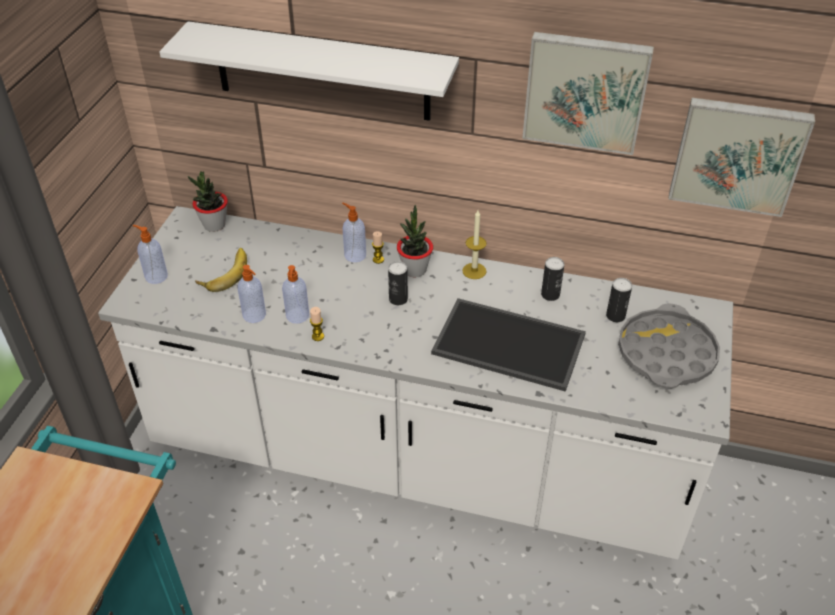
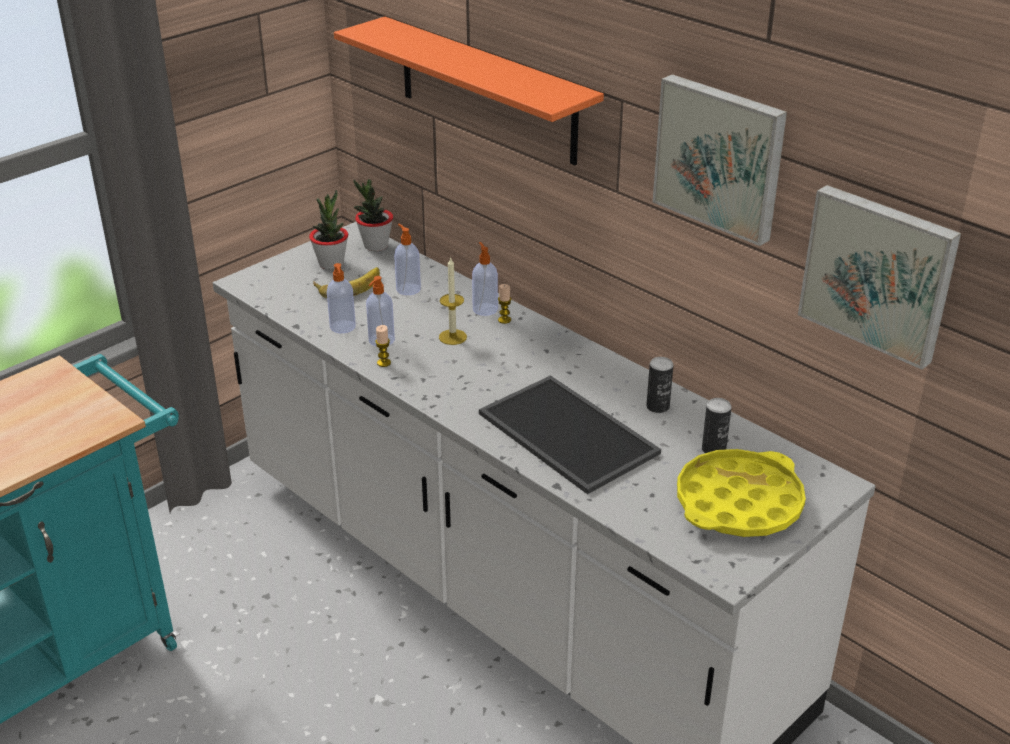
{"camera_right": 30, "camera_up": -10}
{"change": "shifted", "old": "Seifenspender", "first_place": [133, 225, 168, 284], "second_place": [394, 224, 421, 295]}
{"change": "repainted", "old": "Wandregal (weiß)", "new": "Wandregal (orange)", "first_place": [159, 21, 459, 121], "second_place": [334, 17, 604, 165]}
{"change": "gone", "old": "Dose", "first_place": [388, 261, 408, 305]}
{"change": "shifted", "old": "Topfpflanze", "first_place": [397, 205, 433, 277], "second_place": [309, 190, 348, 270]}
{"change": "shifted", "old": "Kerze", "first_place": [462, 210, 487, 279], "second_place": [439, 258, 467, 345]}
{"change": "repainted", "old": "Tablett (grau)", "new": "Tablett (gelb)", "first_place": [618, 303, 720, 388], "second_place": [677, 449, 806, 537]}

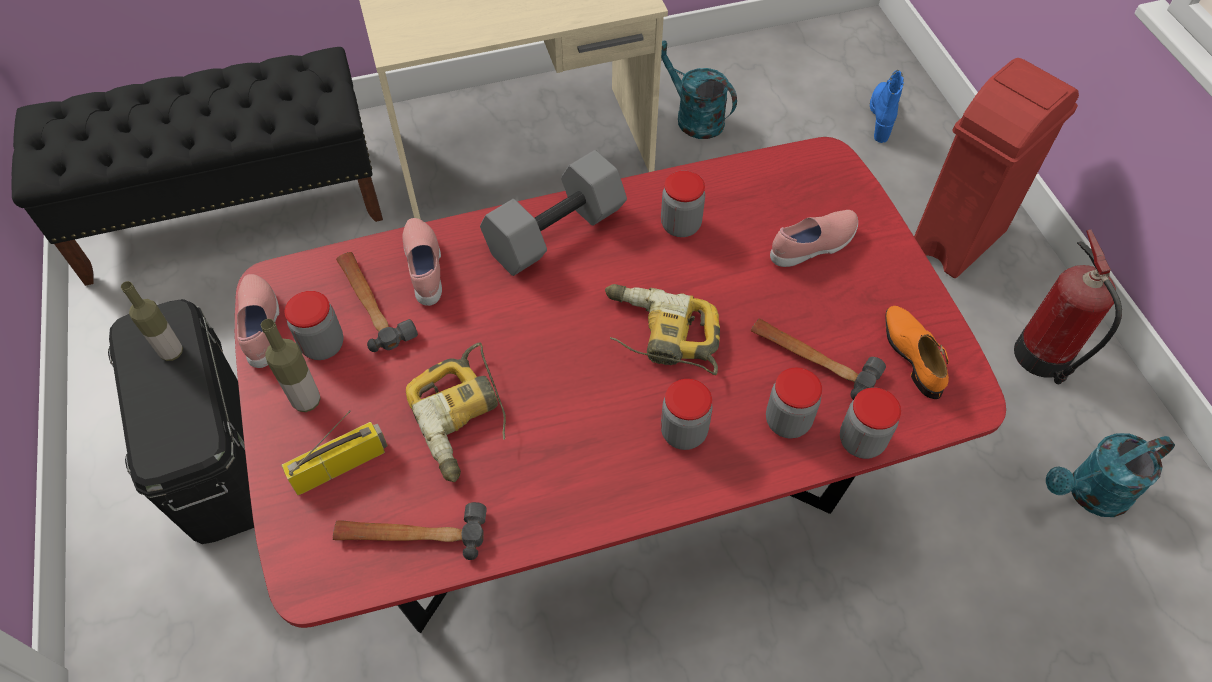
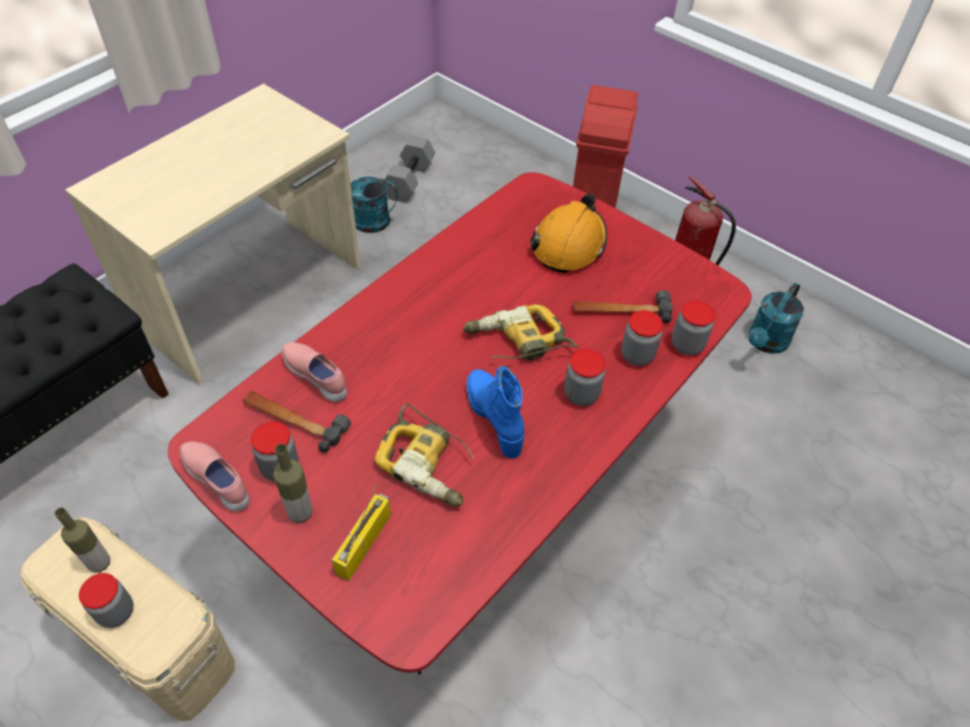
{"camera_right": -35, "camera_up": -5}
{"change": "repainted", "old": "Aufbewahrungsbox (schwarz)", "new": "Aufbewahrungsbox (beige)", "first_place": [108, 299, 254, 544], "second_place": [20, 517, 235, 722]}
{"change": "gone", "old": "Hammer", "first_place": [333, 502, 487, 560]}
{"change": "shifted", "old": "Hantel (grau)", "first_place": [480, 150, 627, 276], "second_place": [385, 135, 435, 203]}
{"change": "shifted", "old": "Vorratsglas", "first_place": [661, 171, 705, 237], "second_place": [79, 573, 133, 628]}
{"change": "swapped", "old": "Schuh (rosa)", "new": "Schutzhelm (orange)", "first_place": [770, 210, 858, 267], "second_place": [530, 193, 607, 273]}
{"change": "shifted", "old": "Stiefel (blau)", "first_place": [870, 70, 904, 143], "second_place": [467, 366, 524, 458]}
{"change": "gone", "old": "Schuh (orange)", "first_place": [885, 306, 949, 399]}

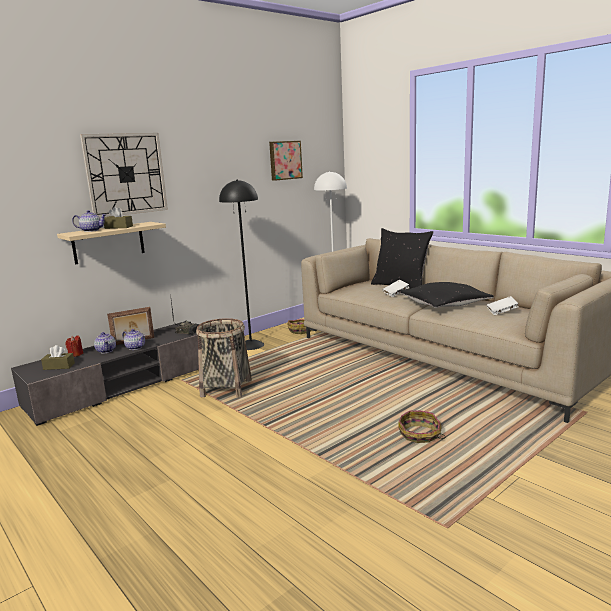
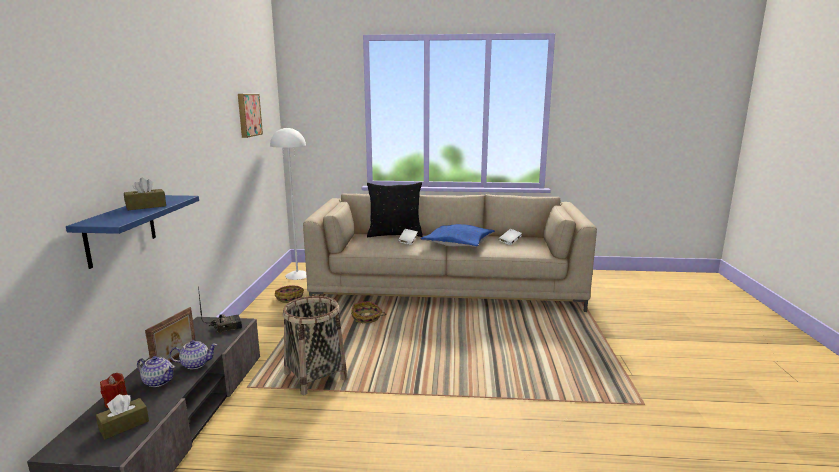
{"camera_right": -45, "camera_up": 0}
{"change": "repainted", "old": "Wandregal (beige)", "new": "Wandregal (blau)", "first_place": [57, 222, 166, 264], "second_place": [66, 195, 199, 269]}
{"change": "gone", "old": "Teekanne", "first_place": [72, 210, 107, 232]}
{"change": "gone", "old": "Wanduhr", "first_place": [80, 133, 168, 218]}
{"change": "gone", "old": "Stehlampe (schwarz)", "first_place": [219, 179, 264, 350]}
{"change": "repainted", "old": "Kissen (schwarz)", "new": "Kissen (blau)", "first_place": [397, 282, 494, 308], "second_place": [421, 224, 495, 247]}
{"change": "shifted", "old": "Korb", "first_place": [398, 411, 446, 443], "second_place": [351, 301, 386, 323]}

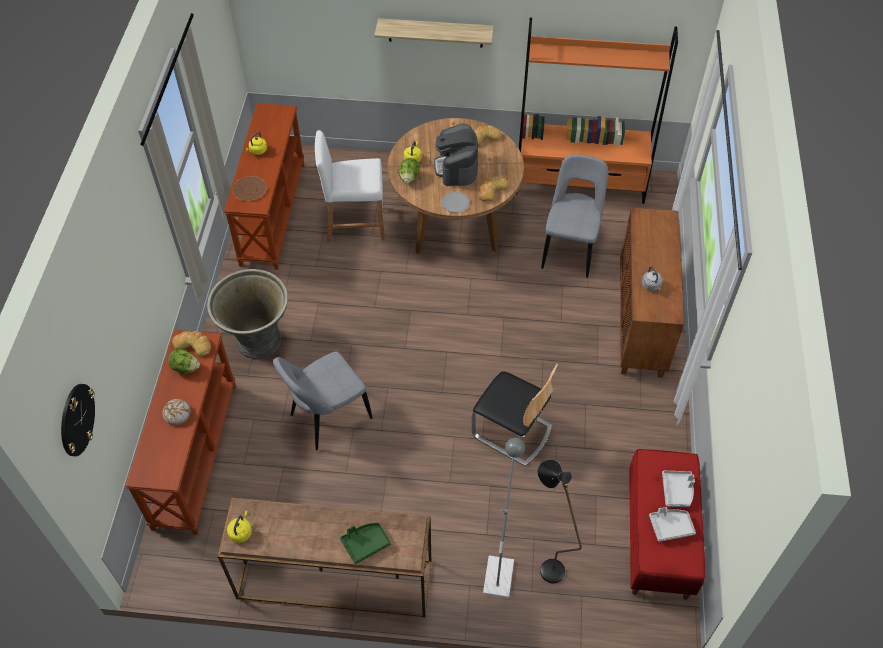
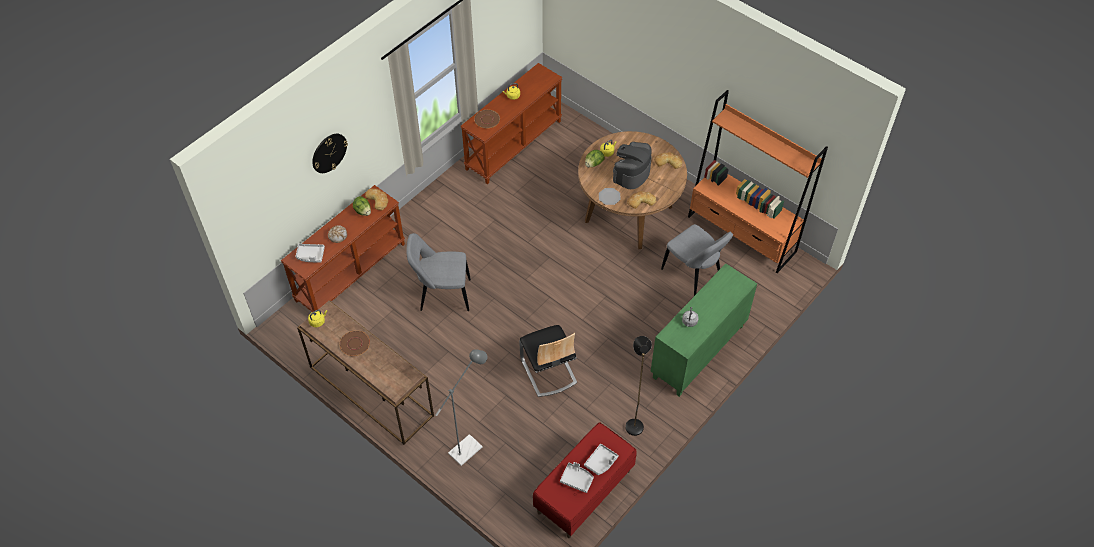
{"camera_right": 35, "camera_up": 0}
{"change": "shifted", "old": "Wanduhr", "first_place": [61, 384, 95, 456], "second_place": [312, 134, 348, 173]}
{"change": "gone", "old": "Pflanzkübel (grau)", "first_place": [207, 269, 288, 359]}
{"change": "gone", "old": "Hocker (weiß)", "first_place": [315, 130, 385, 243]}
{"change": "gone", "old": "Tablett (grün)", "first_place": [340, 523, 391, 564]}
{"change": "gone", "old": "Wandregal", "first_place": [374, 18, 494, 48]}
{"change": "shifted", "old": "Stehlampe (schwarz)", "first_place": [538, 459, 582, 584], "second_place": [625, 336, 652, 436]}
{"change": "rotated", "old": "Stuhl (grau)", "first_place": [541, 154, 608, 278], "second_place": [661, 224, 733, 296], "degrees": 90}
{"change": "repainted", "old": "Schrank (braun)", "new": "Schrank (grün)", "first_place": [620, 208, 684, 378], "second_place": [651, 263, 757, 397]}
{"change": "new", "new": "Tablett (grau)", "second_place": [295, 244, 325, 263]}
{"change": "new", "new": "Teller (braun)", "second_place": [340, 330, 370, 356]}

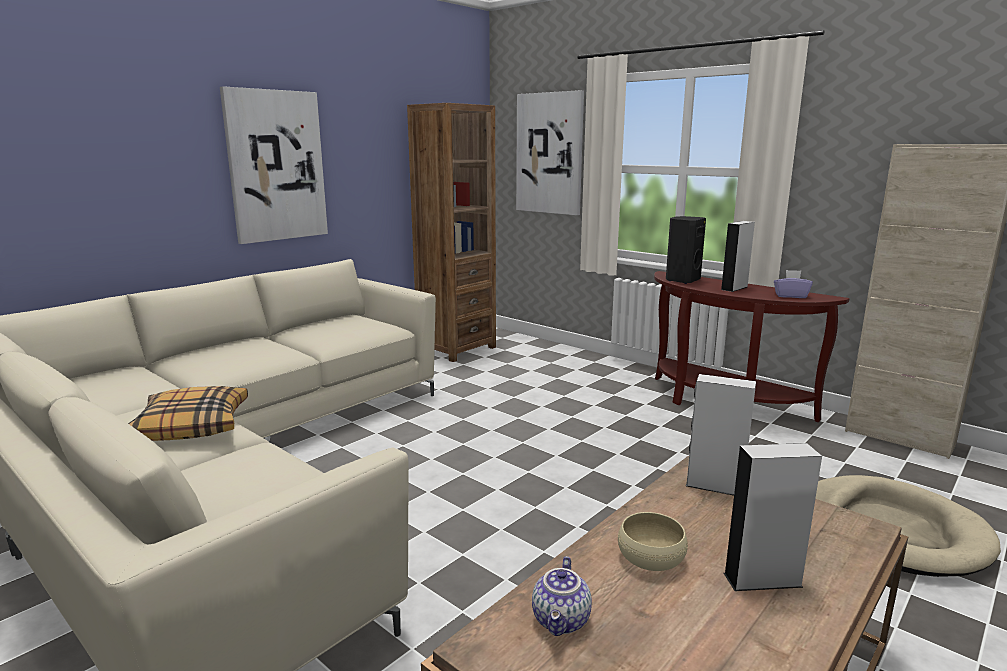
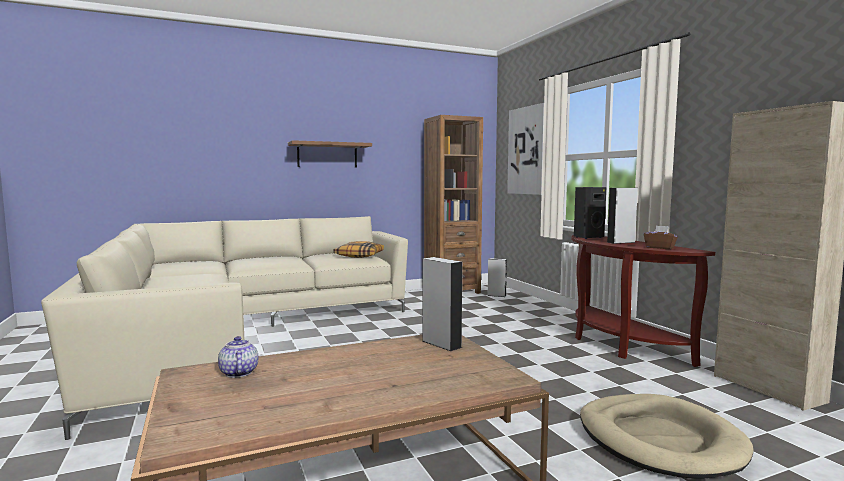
{"camera_right": 25, "camera_up": -10}
{"change": "shifted", "old": "Kissen", "first_place": [128, 386, 248, 441], "second_place": [333, 241, 384, 258]}
{"change": "swapped", "old": "Bild", "new": "Wandregal (braun)", "first_place": [220, 86, 328, 244], "second_place": [288, 140, 372, 168]}
{"change": "rotated", "old": "Teekanne", "first_place": [532, 556, 592, 636], "second_place": [218, 336, 258, 378], "degrees": 120}
{"change": "gone", "old": "Schüssel (beige)", "first_place": [618, 512, 688, 571]}
{"change": "shifted", "old": "Lautsprecher (grau)", "first_place": [724, 443, 822, 591], "second_place": [487, 258, 507, 297]}
{"change": "repainted", "old": "Taschentuchbox (lila)", "new": "Taschentuchbox (braun)", "first_place": [774, 270, 813, 298], "second_place": [644, 226, 678, 249]}

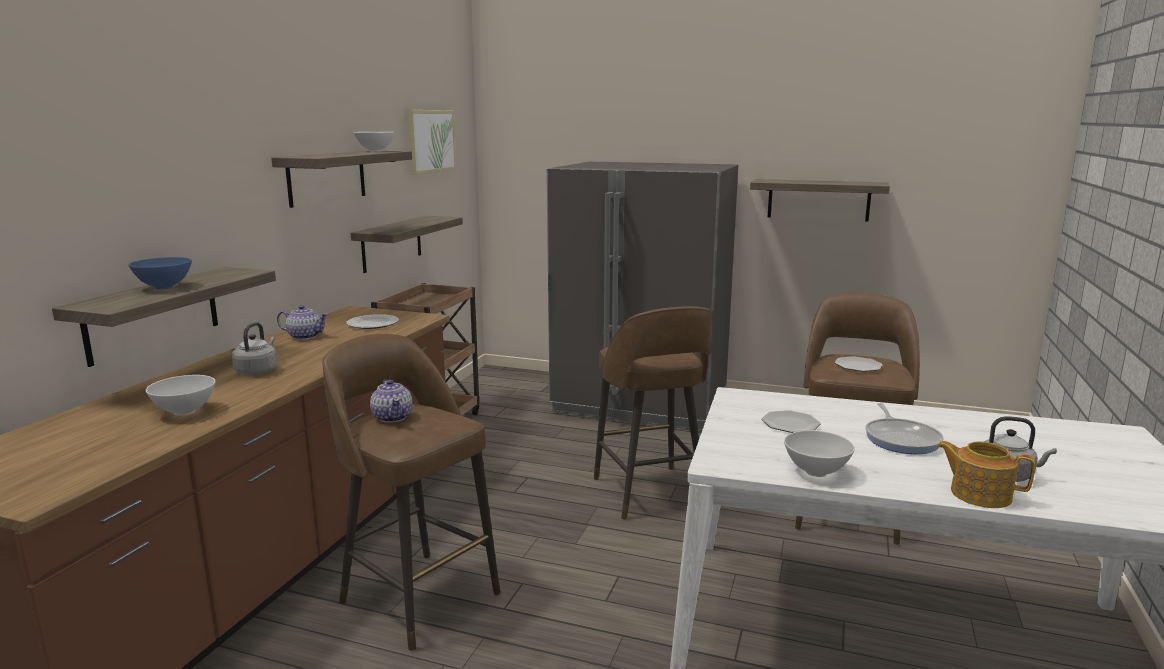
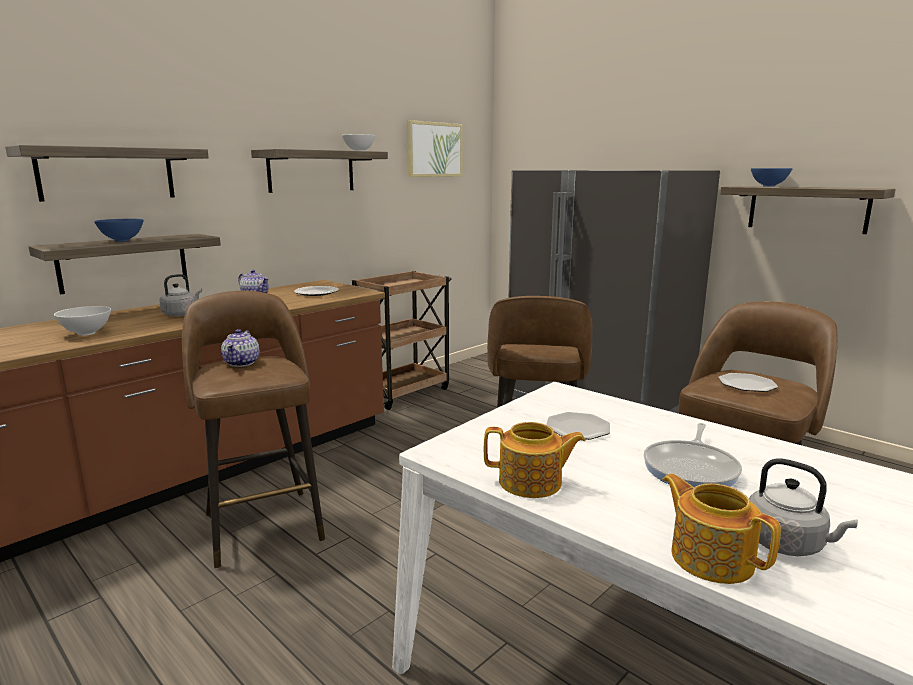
{"camera_right": 25, "camera_up": 0}
{"change": "shifted", "old": "Wandregal", "first_place": [351, 216, 463, 273], "second_place": [5, 145, 209, 202]}
{"change": "swapped", "old": "Schüssel (weiß)", "new": "Teekanne", "first_place": [784, 430, 855, 477], "second_place": [484, 422, 585, 498]}
{"change": "new", "new": "Schüssel (blau)", "second_place": [751, 168, 793, 187]}

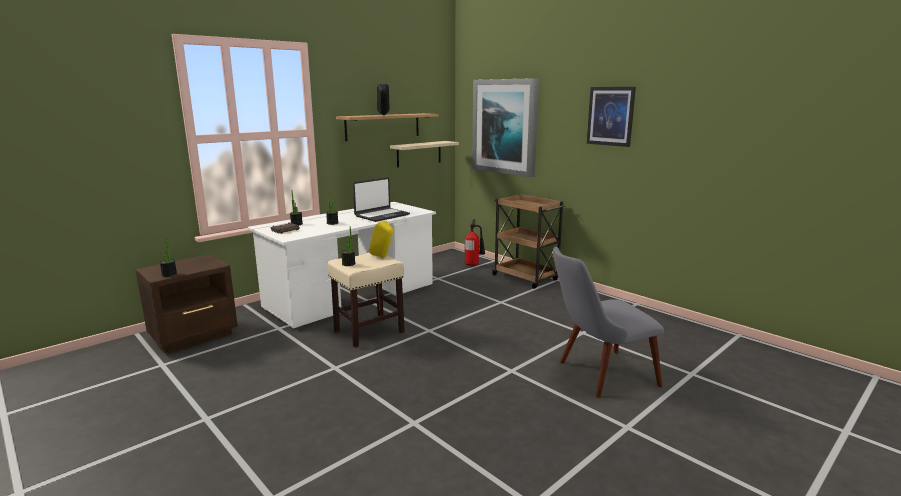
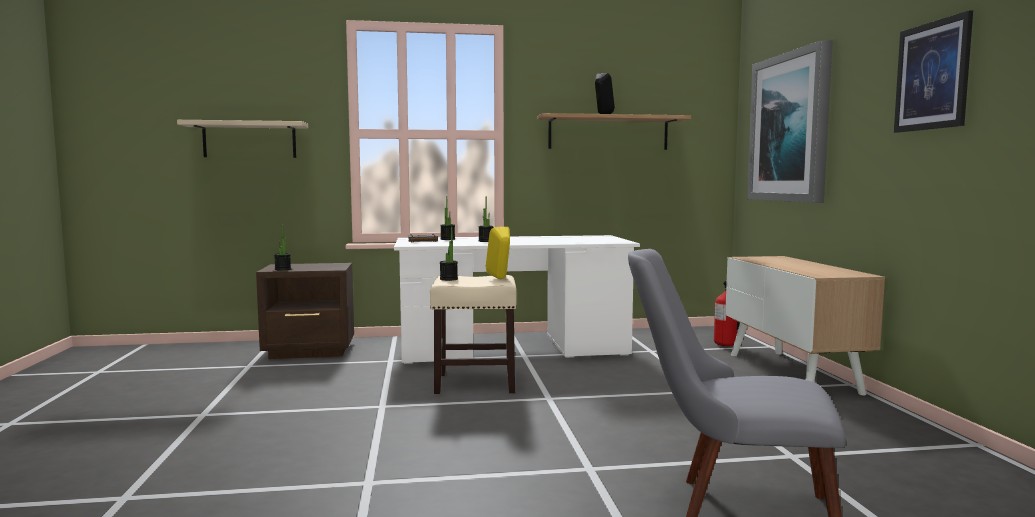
{"camera_right": 35, "camera_up": -10}
{"change": "gone", "old": "Laptop", "first_place": [353, 177, 410, 222]}
{"change": "shifted", "old": "Wandregal (beige)", "first_place": [390, 141, 459, 167], "second_place": [177, 120, 308, 158]}
{"change": "swapped", "old": "Rollwagen (braun)", "new": "Schrank", "first_place": [491, 194, 566, 289], "second_place": [725, 256, 885, 395]}

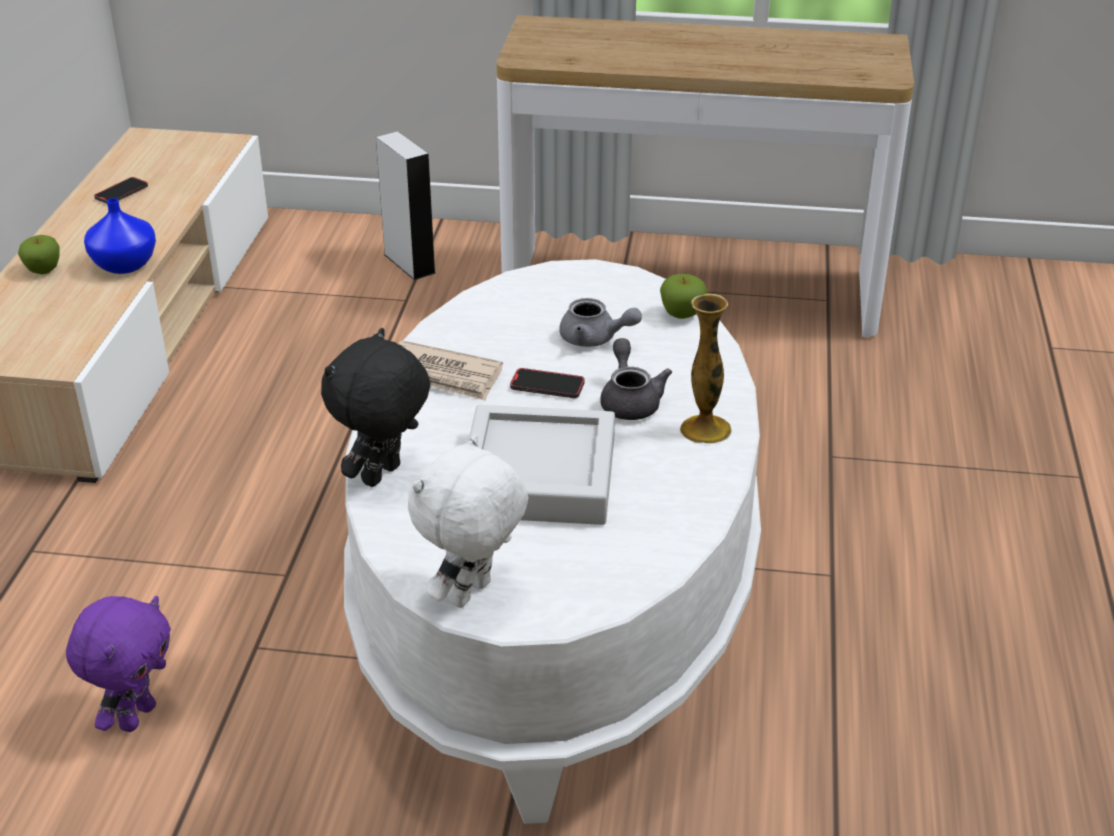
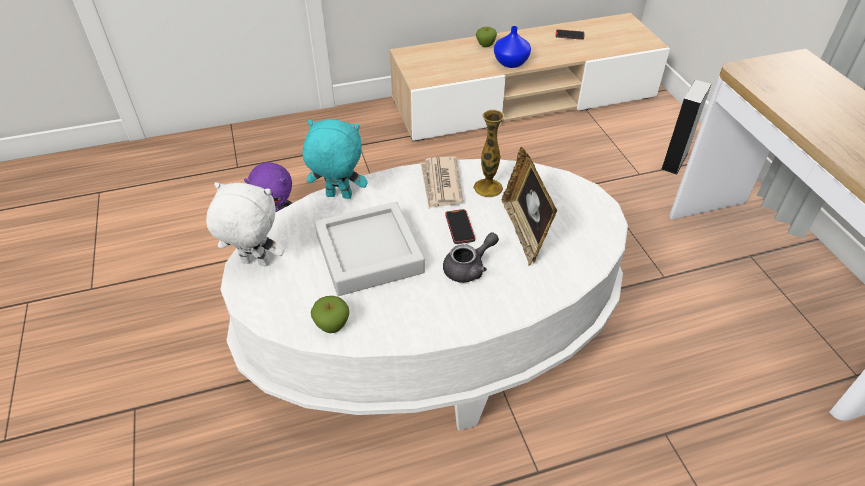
{"camera_right": 65, "camera_up": 10}
{"change": "repainted", "old": "Plüschtier (schwarz)", "new": "Plüschtier (türkis)", "first_place": [321, 328, 431, 487], "second_place": [303, 119, 368, 199]}
{"change": "swapped", "old": "Teekanne (grau)", "new": "Bilderrahmen", "first_place": [559, 298, 642, 347], "second_place": [502, 147, 557, 266]}
{"change": "shifted", "old": "Apfel", "first_place": [660, 274, 707, 319], "second_place": [311, 296, 349, 333]}
{"change": "shifted", "old": "Vase", "first_place": [680, 294, 732, 443], "second_place": [473, 110, 505, 198]}

